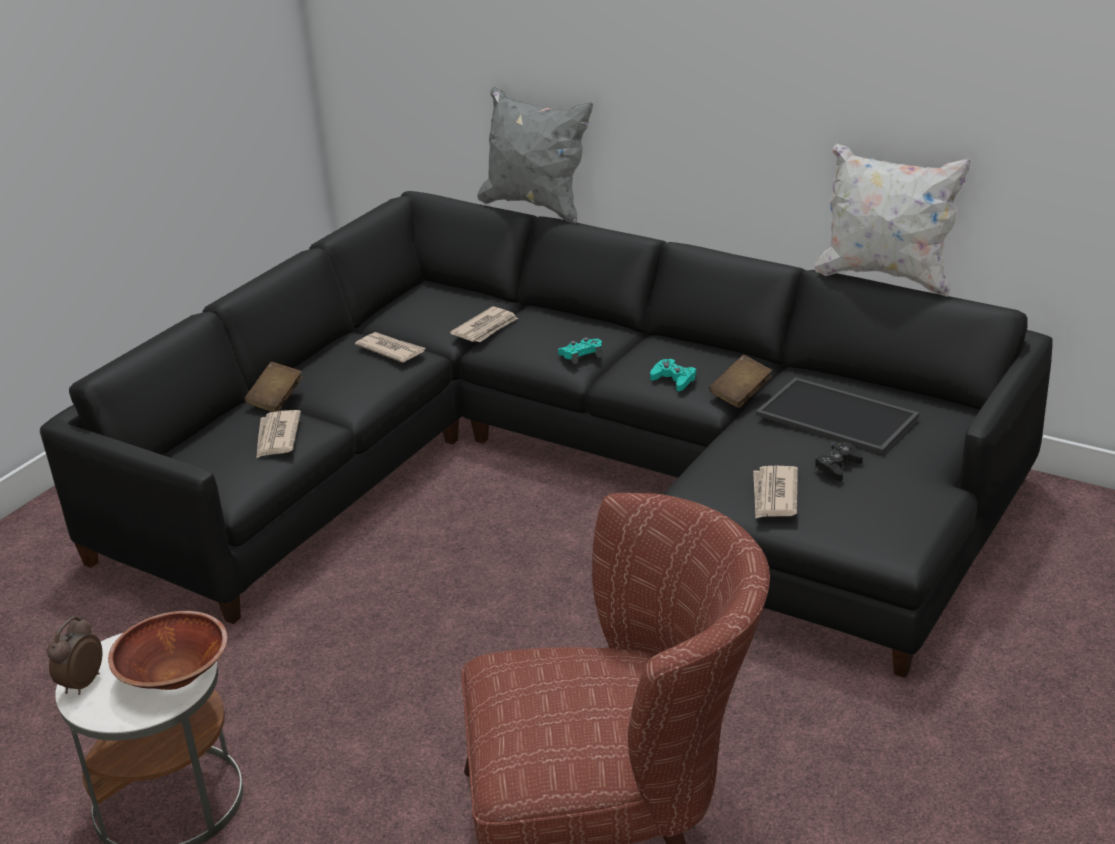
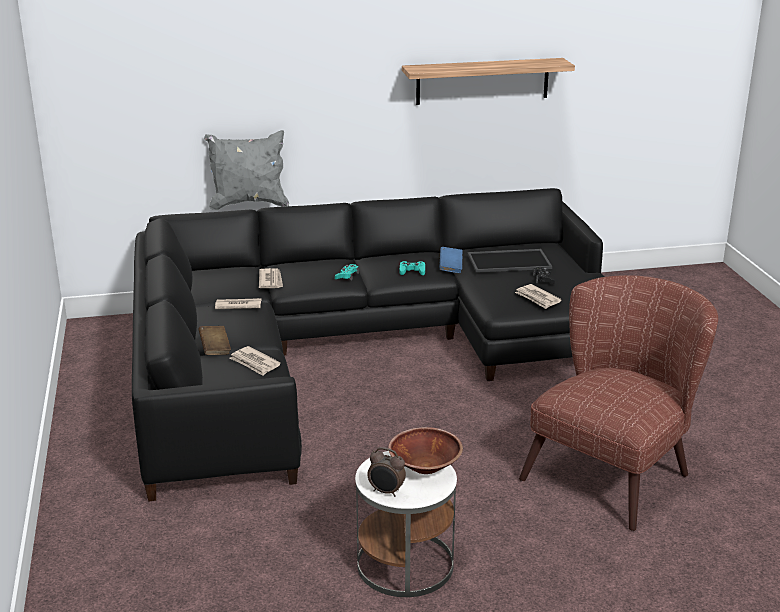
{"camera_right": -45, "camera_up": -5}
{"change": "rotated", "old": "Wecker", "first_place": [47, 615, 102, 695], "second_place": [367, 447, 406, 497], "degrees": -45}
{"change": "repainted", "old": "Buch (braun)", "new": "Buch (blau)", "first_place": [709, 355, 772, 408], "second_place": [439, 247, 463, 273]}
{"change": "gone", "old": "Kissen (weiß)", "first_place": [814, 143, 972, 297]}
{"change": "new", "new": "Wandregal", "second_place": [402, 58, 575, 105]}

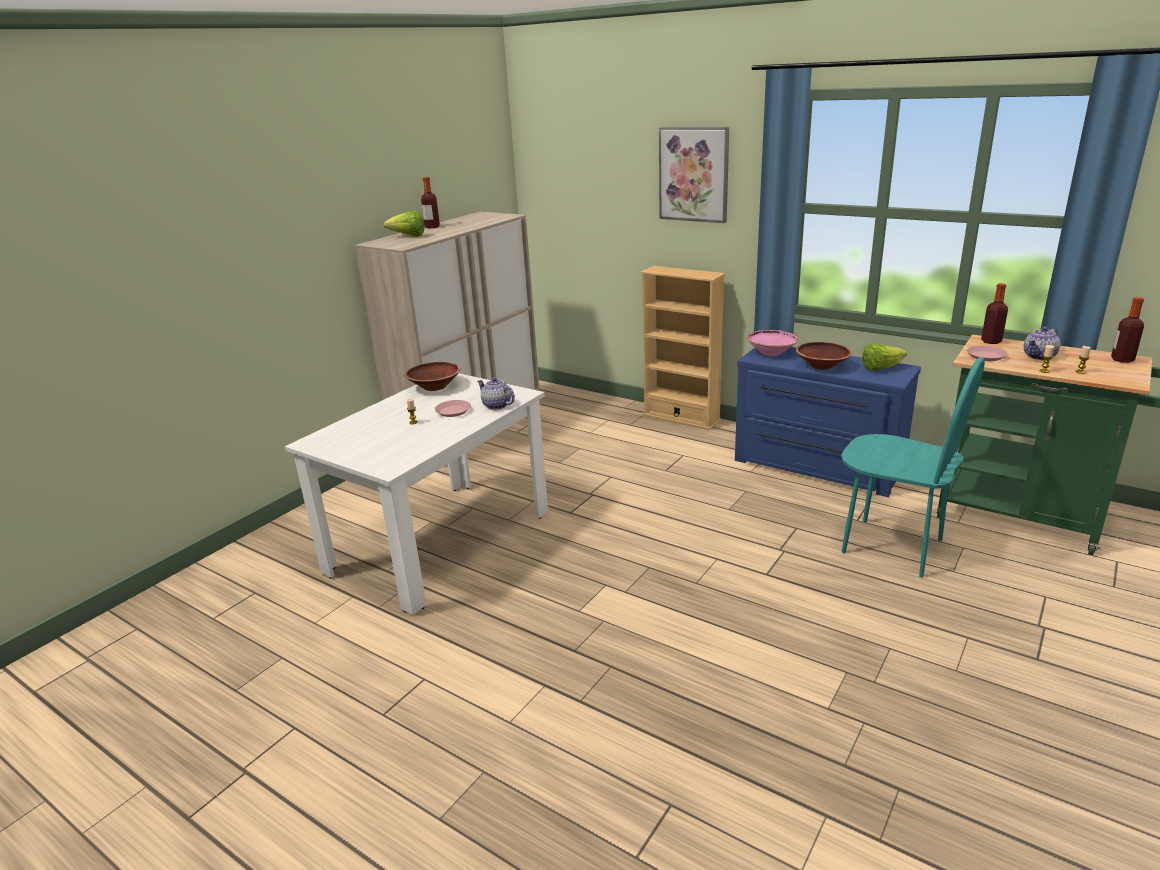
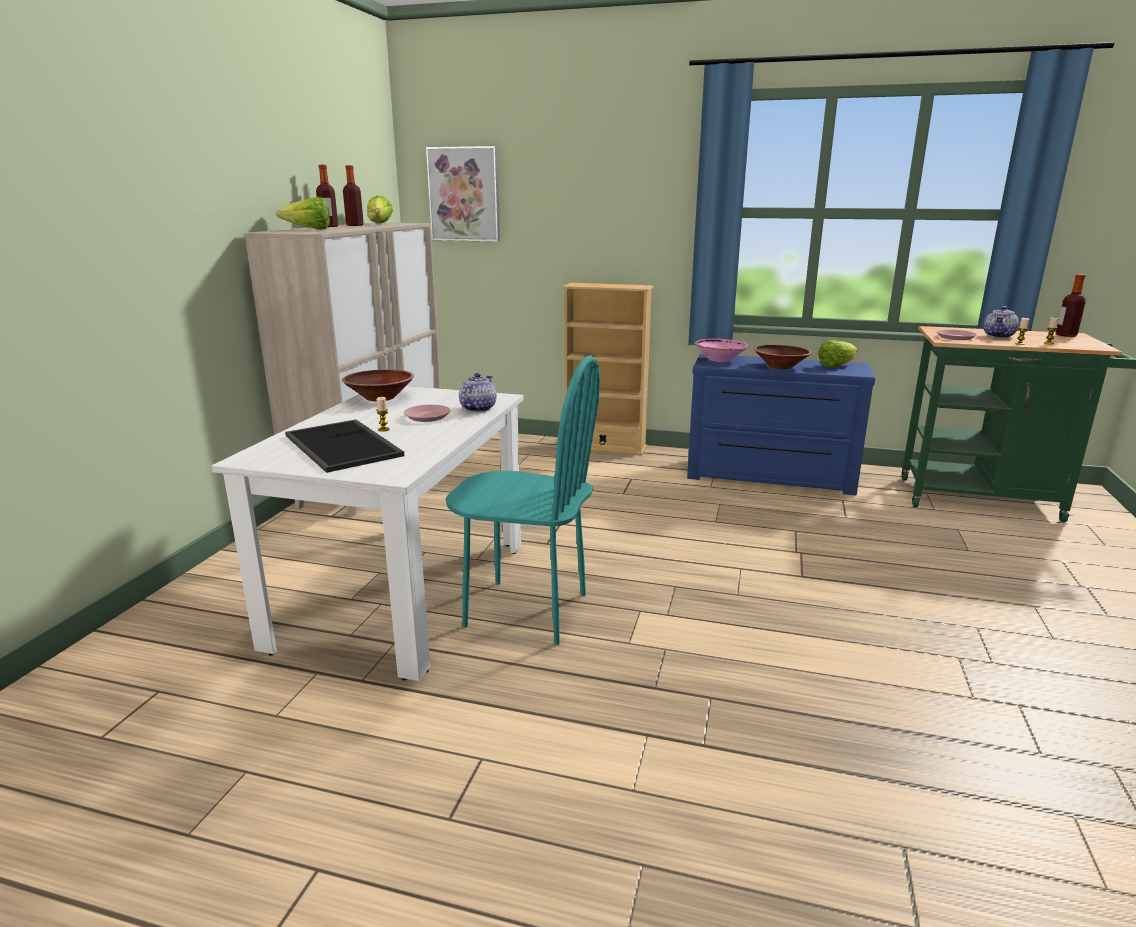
{"camera_right": -20, "camera_up": -5}
{"change": "rotated", "old": "Teekanne", "first_place": [477, 378, 515, 410], "second_place": [459, 373, 497, 412], "degrees": 90}
{"change": "shifted", "old": "Bild", "first_place": [659, 127, 729, 223], "second_place": [426, 146, 500, 242]}
{"change": "shifted", "old": "Stuhl (türkis)", "first_place": [841, 357, 985, 578], "second_place": [446, 355, 600, 645]}
{"change": "shifted", "old": "Flasche", "first_place": [981, 283, 1008, 344], "second_place": [343, 165, 364, 226]}
{"change": "new", "new": "Tablett", "second_place": [285, 419, 404, 473]}
{"change": "new", "new": "Salatkopf", "second_place": [367, 195, 393, 223]}

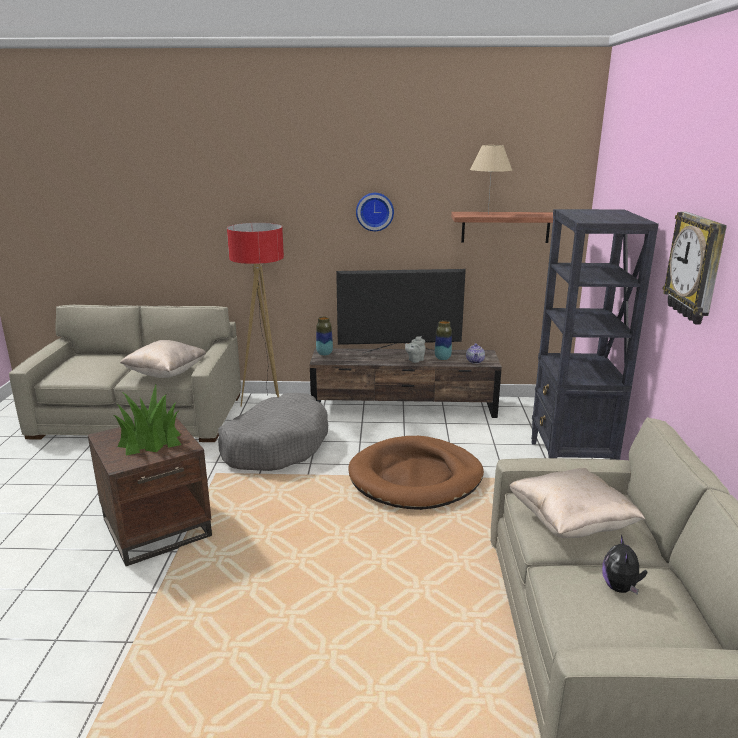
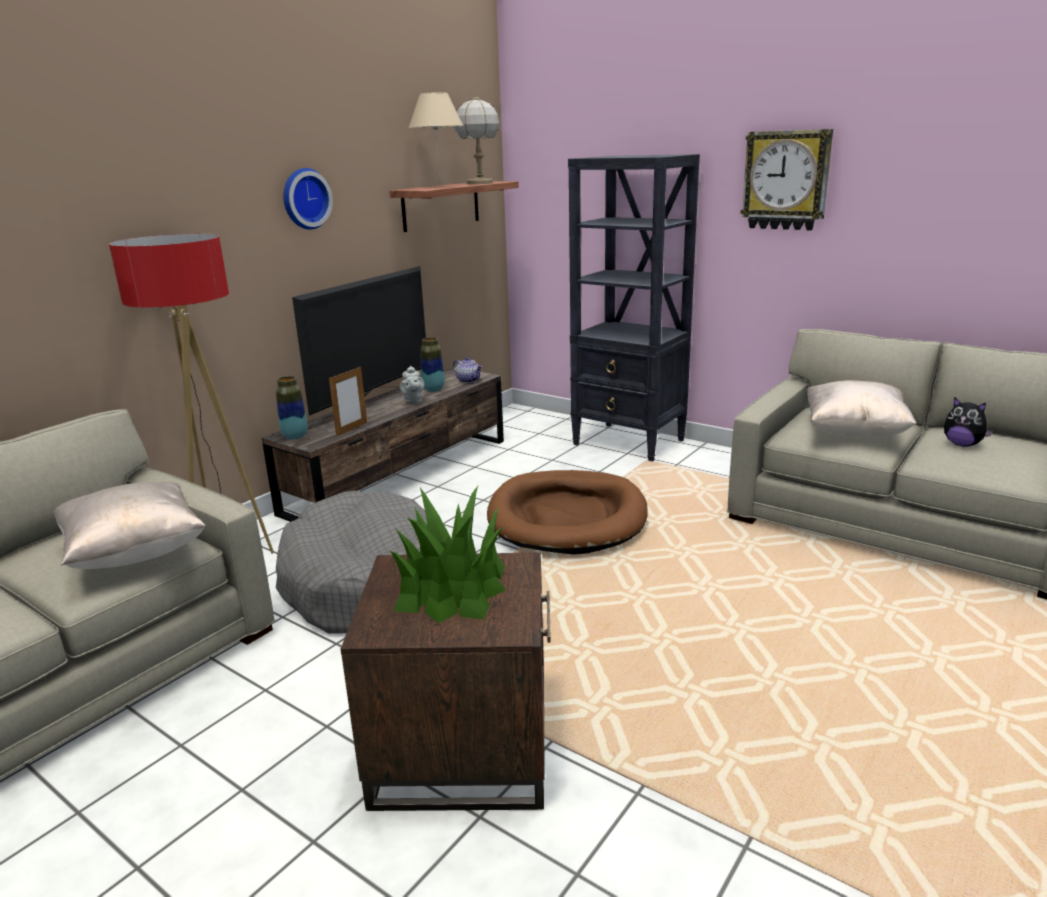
{"camera_right": -55, "camera_up": 0}
{"change": "new", "new": "Bilderrahmen", "second_place": [329, 366, 367, 436]}
{"change": "new", "new": "Tischlampe", "second_place": [454, 94, 500, 184]}

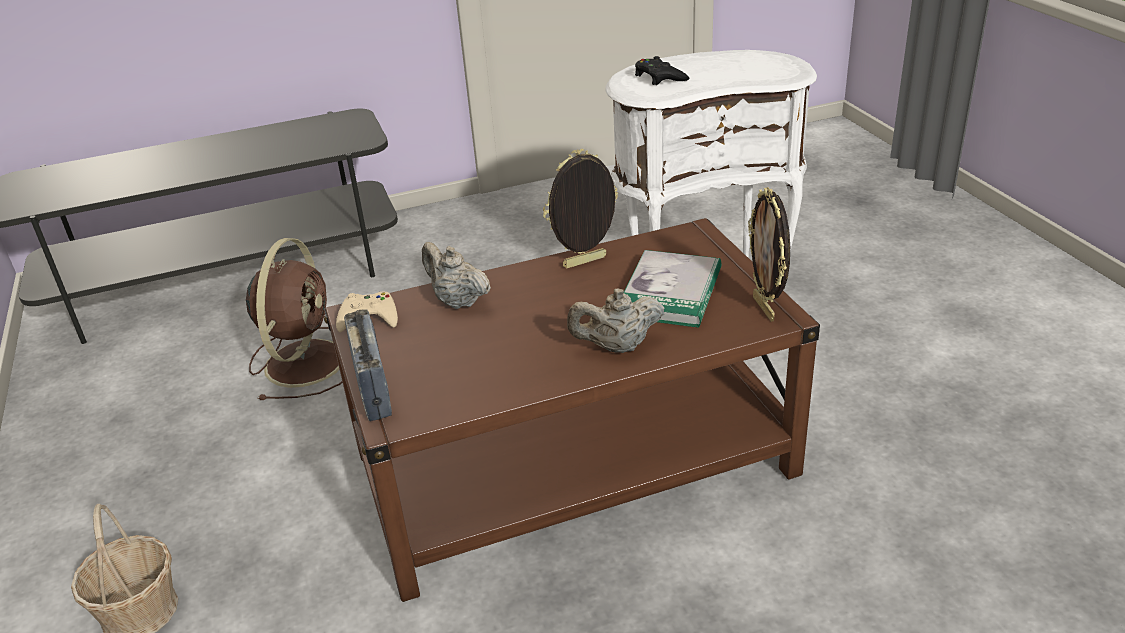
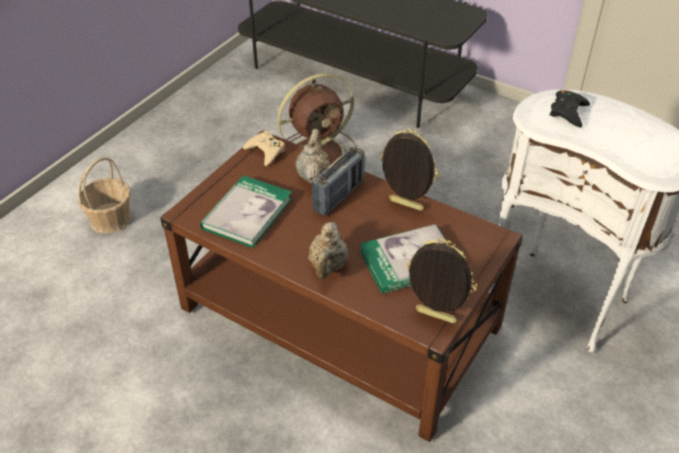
{"camera_right": 50, "camera_up": 10}
{"change": "shifted", "old": "Radio", "first_place": [344, 309, 392, 421], "second_place": [312, 147, 365, 216]}
{"change": "rotated", "old": "Teekanne (beige)", "first_place": [567, 288, 664, 353], "second_place": [308, 222, 348, 279], "degrees": -120}
{"change": "rotated", "old": "Bilderrahmen", "first_place": [748, 187, 790, 322], "second_place": [406, 238, 477, 323], "degrees": 75}
{"change": "new", "new": "Buch", "second_place": [200, 175, 292, 248]}

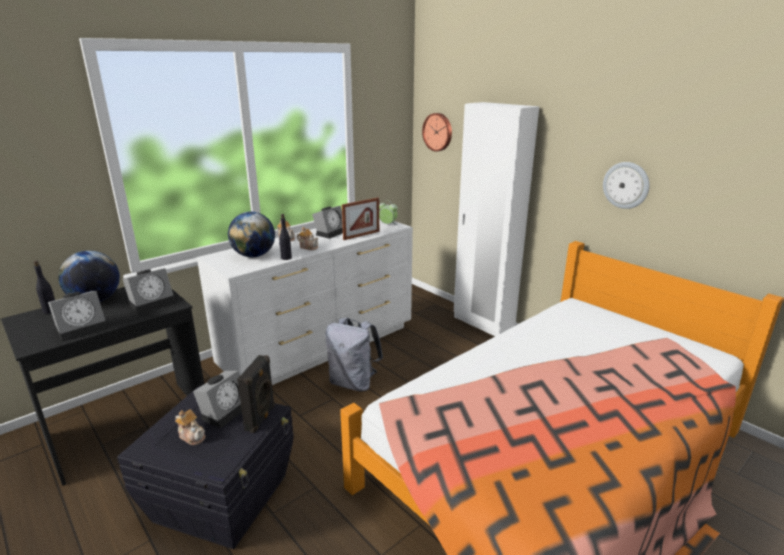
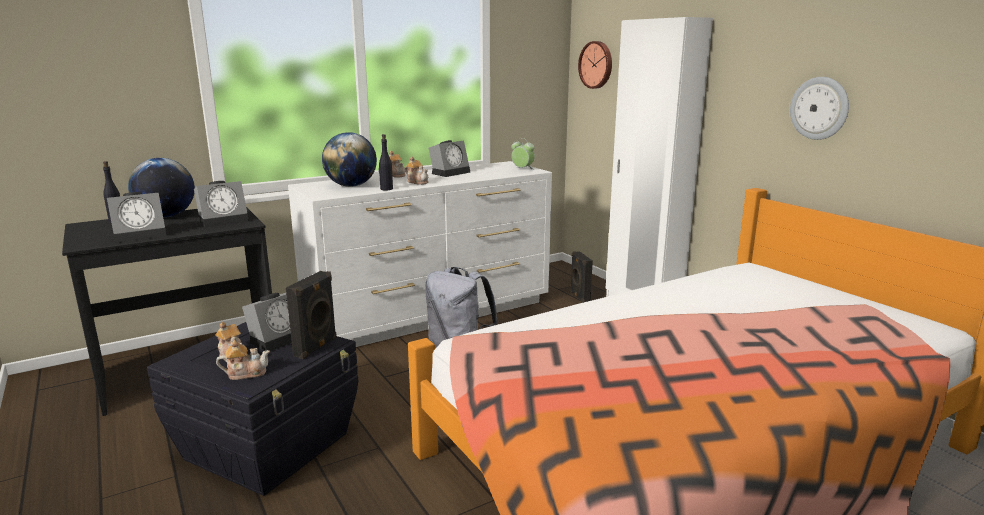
{"camera_right": 10, "camera_up": -5}
{"change": "gone", "old": "Bilderrahmen", "first_place": [342, 198, 379, 240]}
{"change": "new", "new": "Teekanne", "second_place": [216, 340, 270, 380]}
{"change": "new", "new": "Lautsprecher (schwarz)", "second_place": [570, 251, 593, 303]}

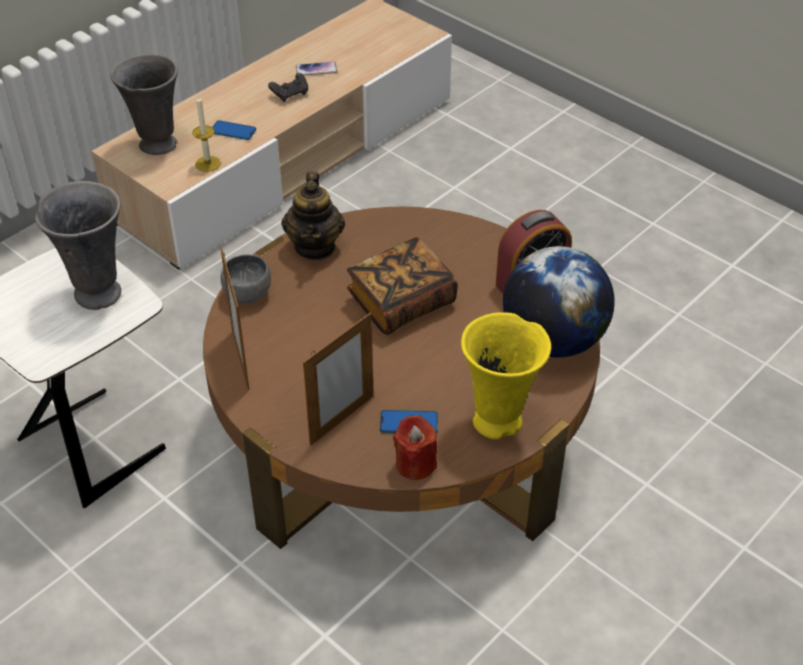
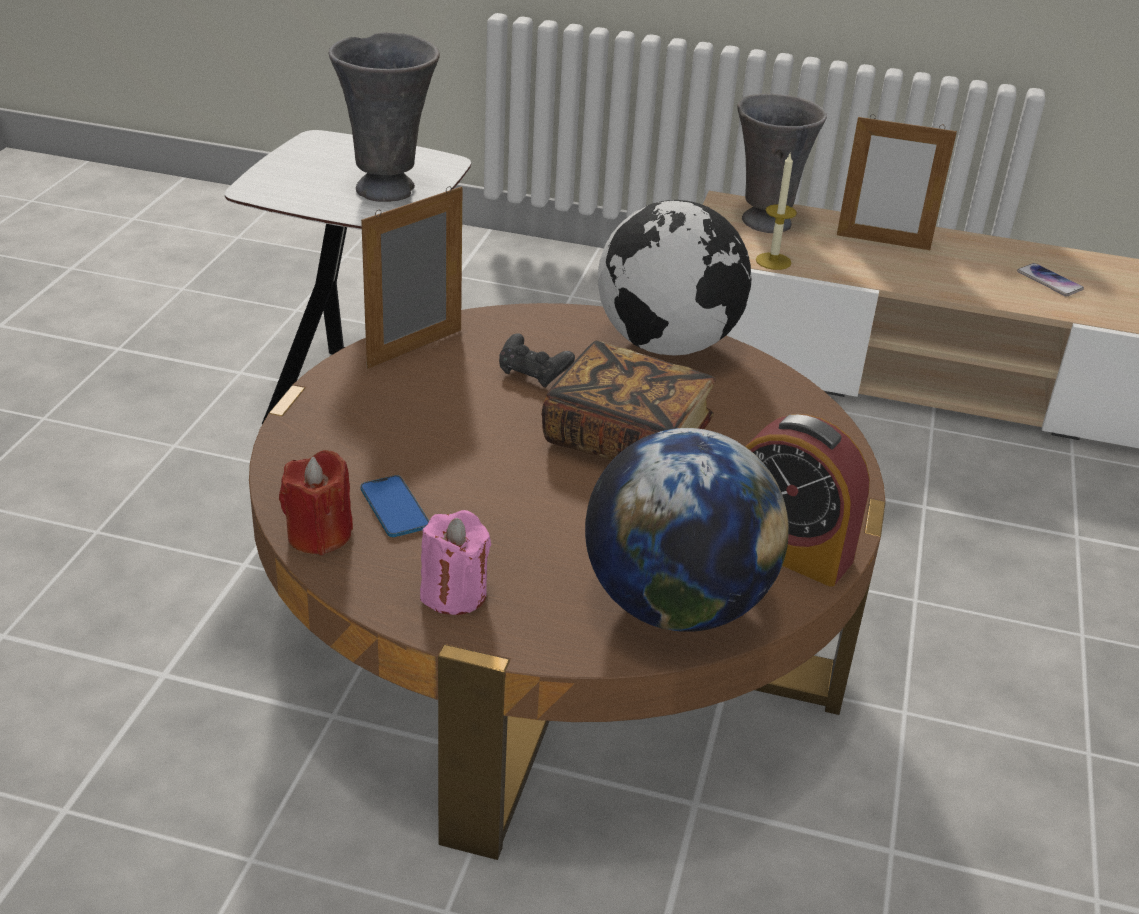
{"camera_right": 60, "camera_up": -10}
{"change": "gone", "old": "Handy", "first_place": [212, 120, 256, 140]}
{"change": "gone", "old": "Schüssel (grau)", "first_place": [220, 254, 271, 303]}
{"change": "shifted", "old": "Gamepad (schwarz)", "first_place": [268, 73, 308, 102], "second_place": [499, 333, 575, 388]}
{"change": "swapped", "old": "Teekanne", "new": "Globus", "first_place": [281, 171, 345, 260], "second_place": [598, 200, 751, 356]}
{"change": "shifted", "old": "Bilderrahmen", "first_place": [303, 312, 374, 446], "second_place": [837, 114, 957, 250]}
{"change": "swapped", "old": "Vase (gelb)", "new": "Kerze (rosa)", "first_place": [461, 312, 551, 440], "second_place": [420, 510, 492, 615]}

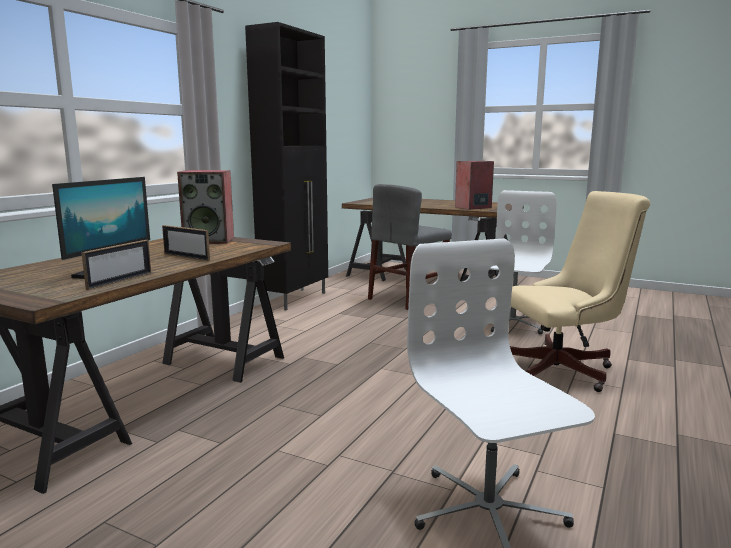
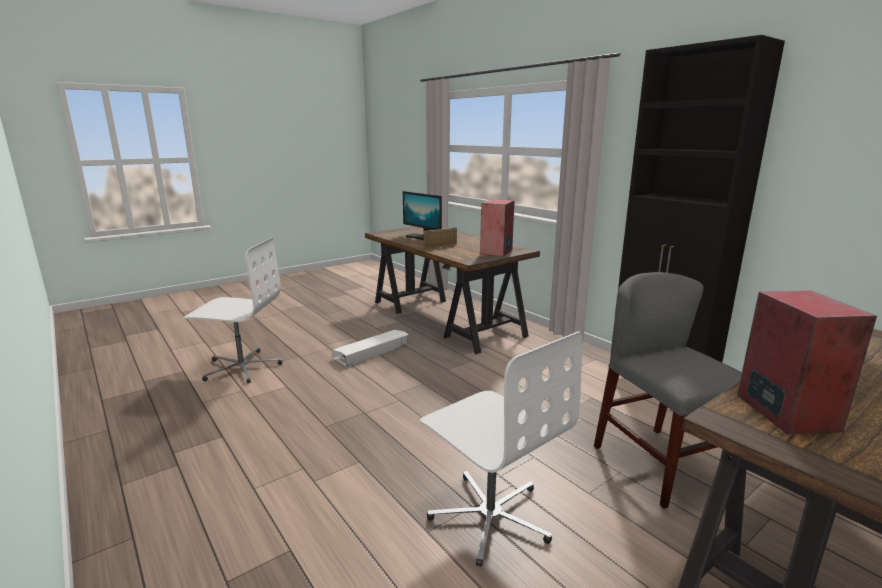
{"camera_right": 115, "camera_up": 5}
{"change": "gone", "old": "Bilderrahmen", "first_place": [81, 240, 151, 290]}
{"change": "gone", "old": "Bürostuhl (beige)", "first_place": [510, 191, 651, 392]}
{"change": "new", "new": "Aufbewahrungsbox (weiß)", "second_place": [332, 330, 409, 367]}

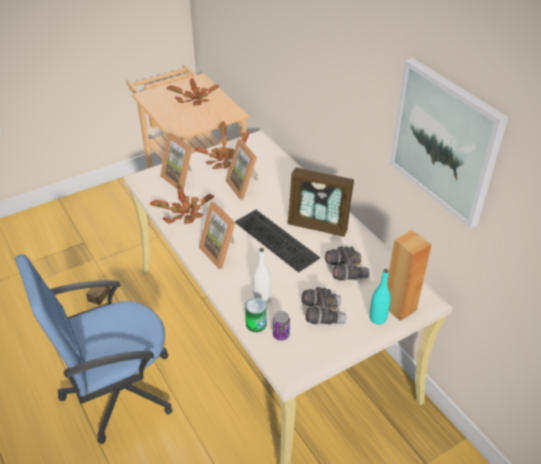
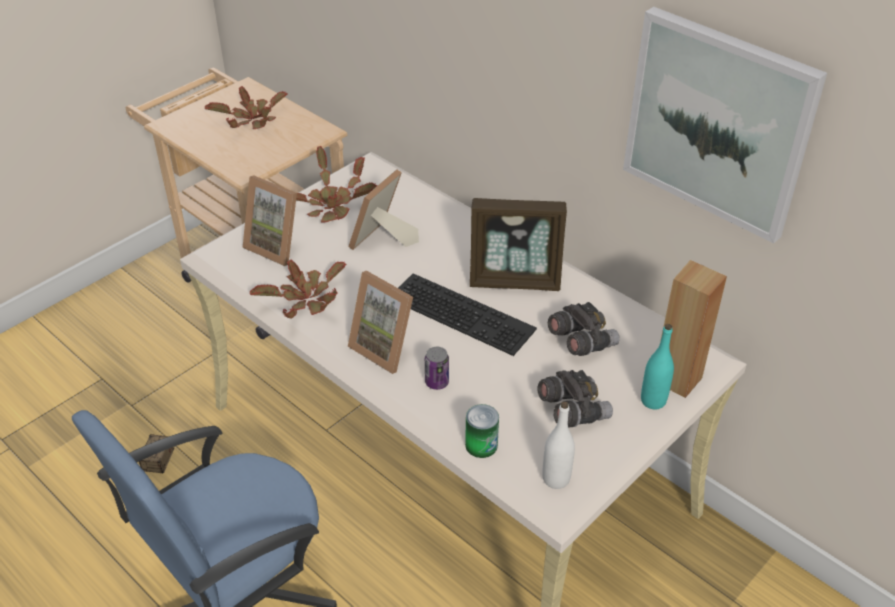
{"camera_right": -15, "camera_up": 0}
{"change": "rotated", "old": "Bilderrahmen", "first_place": [225, 139, 258, 200], "second_place": [348, 170, 419, 250], "degrees": 75}
{"change": "shifted", "old": "Flasche (weiß)", "first_place": [253, 248, 271, 302], "second_place": [542, 402, 575, 489]}
{"change": "shifted", "old": "Dose", "first_place": [273, 311, 290, 341], "second_place": [425, 347, 449, 390]}

